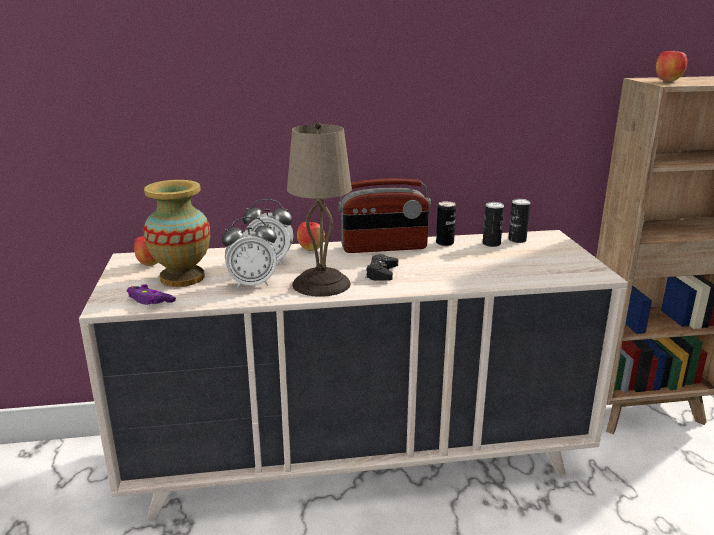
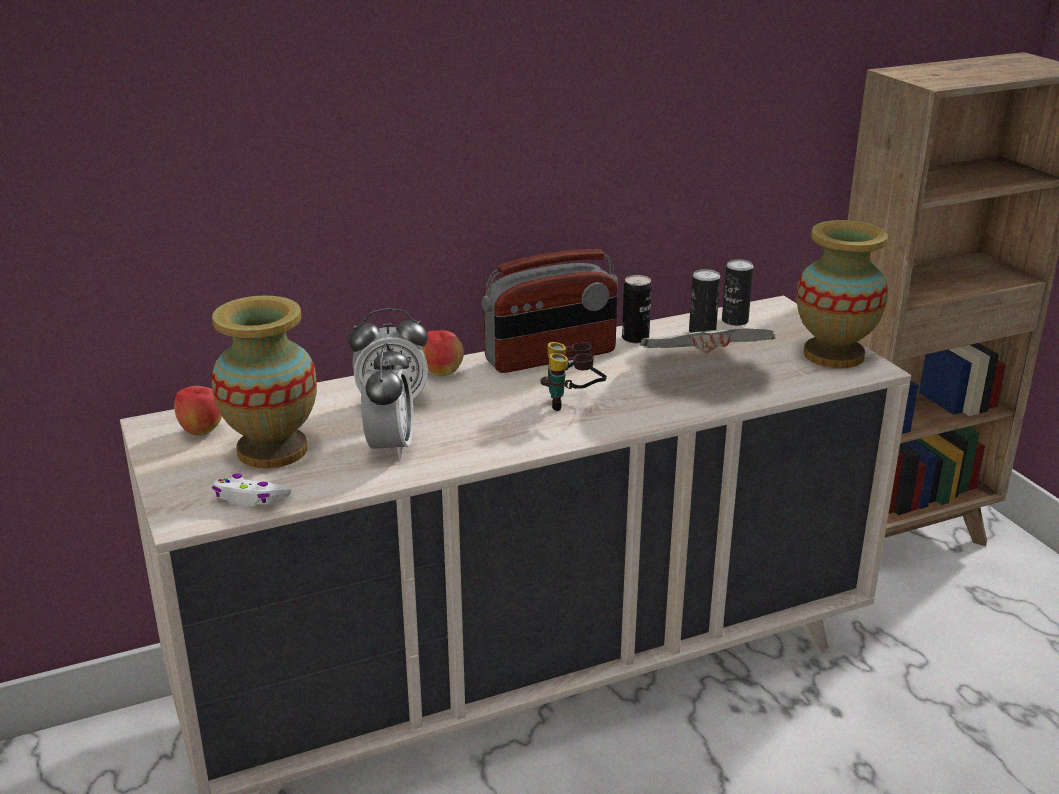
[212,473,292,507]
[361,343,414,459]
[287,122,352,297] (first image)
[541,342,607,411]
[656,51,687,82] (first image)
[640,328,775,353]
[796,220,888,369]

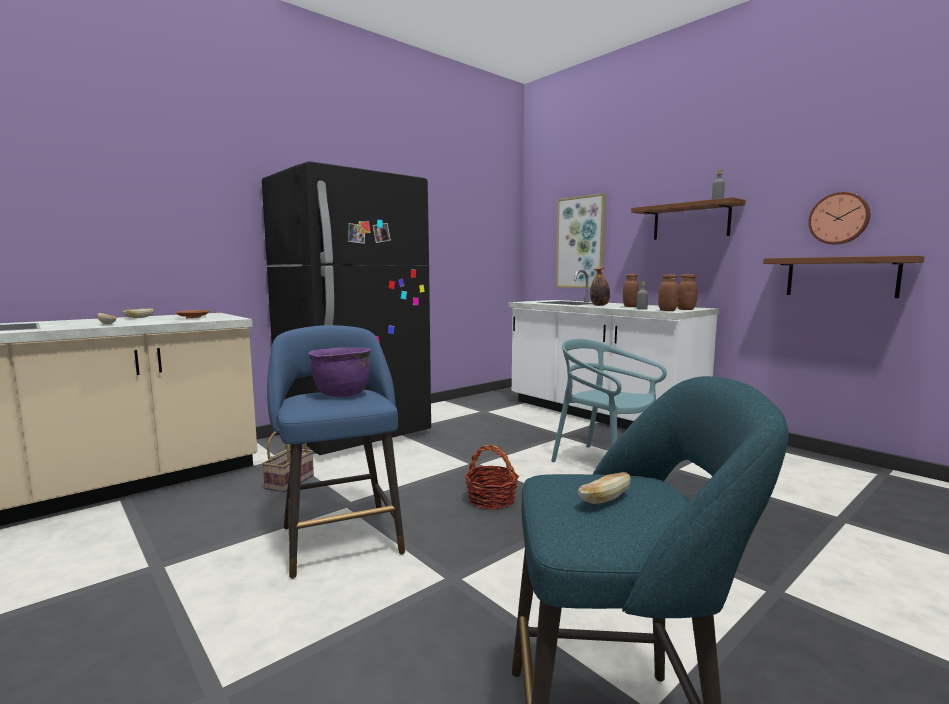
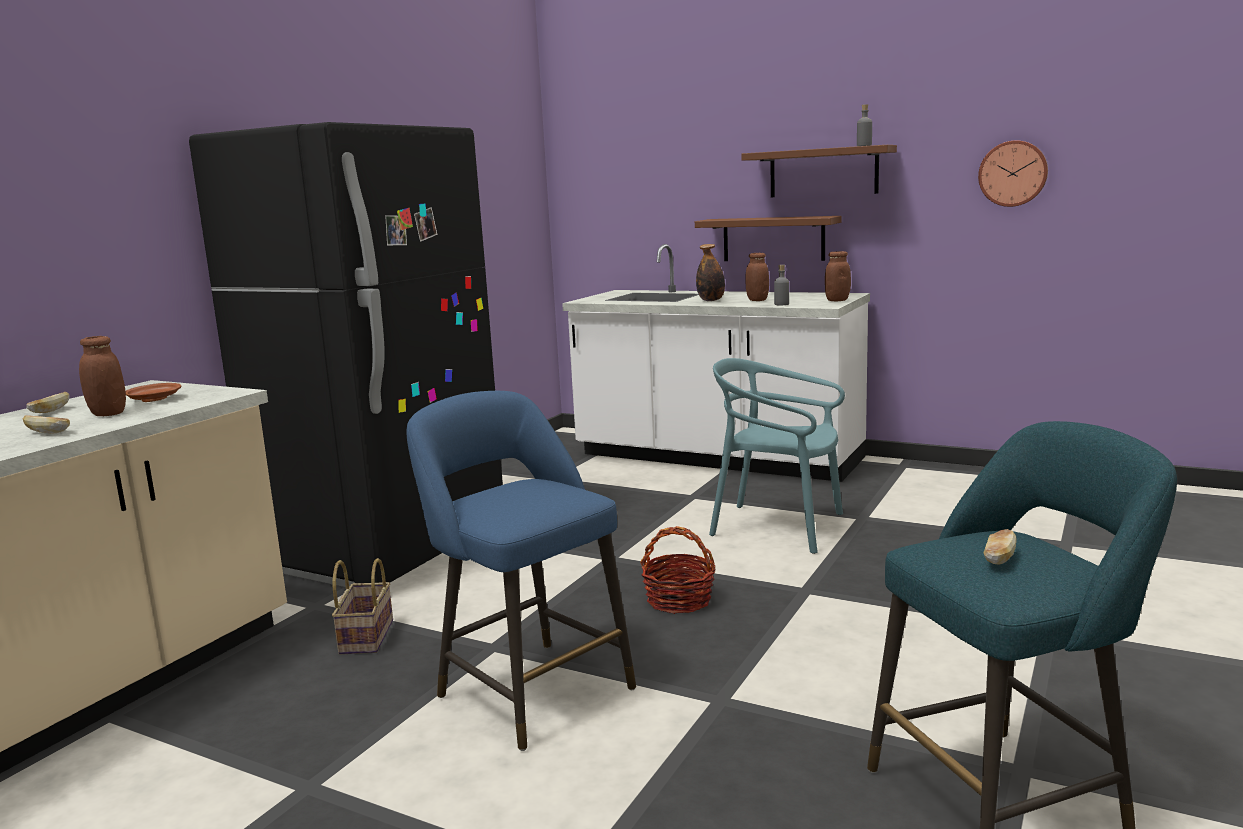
[308,347,371,397] (first image)
[556,193,606,288] (first image)
[79,336,126,416]
[695,216,842,261]

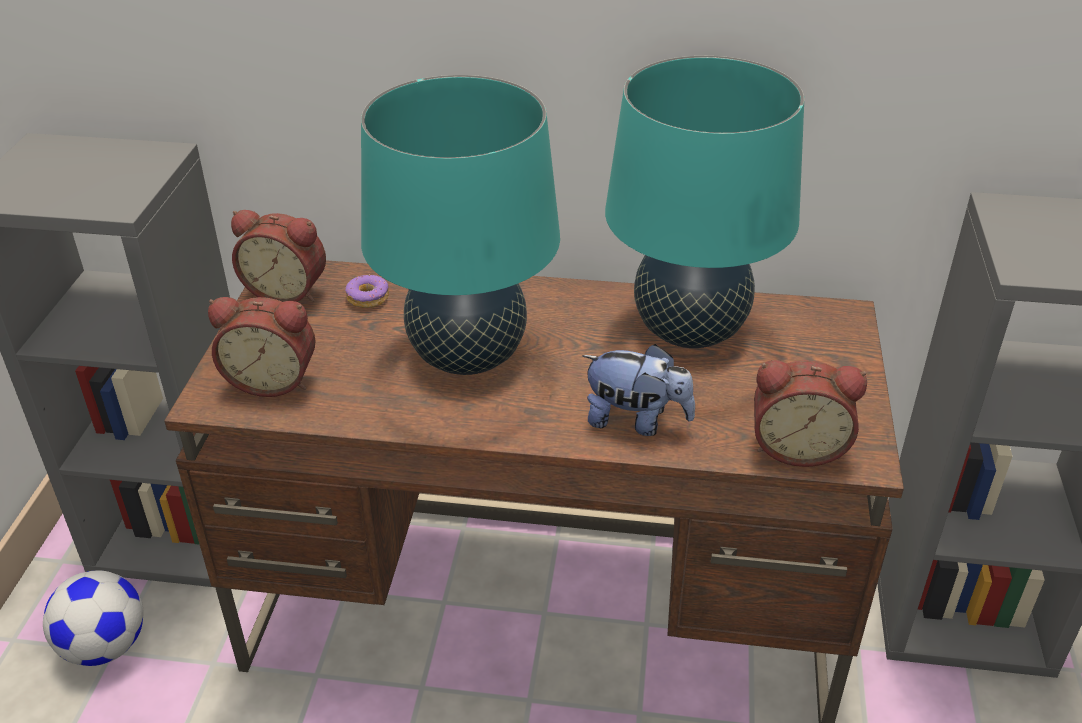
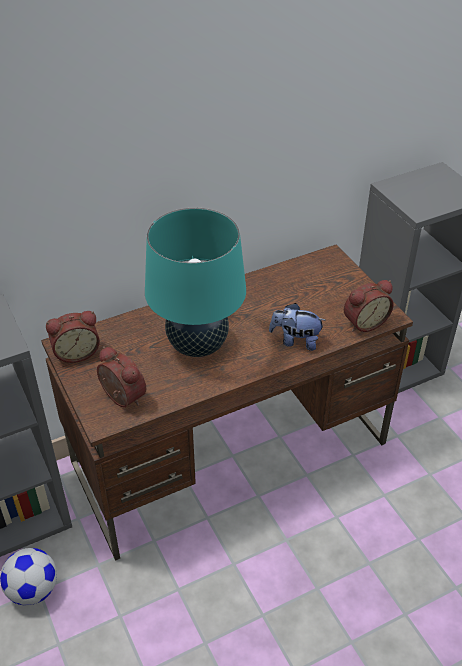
[97,346,146,407]
[345,275,389,308] (first image)
[269,303,325,351]
[605,56,804,348] (first image)

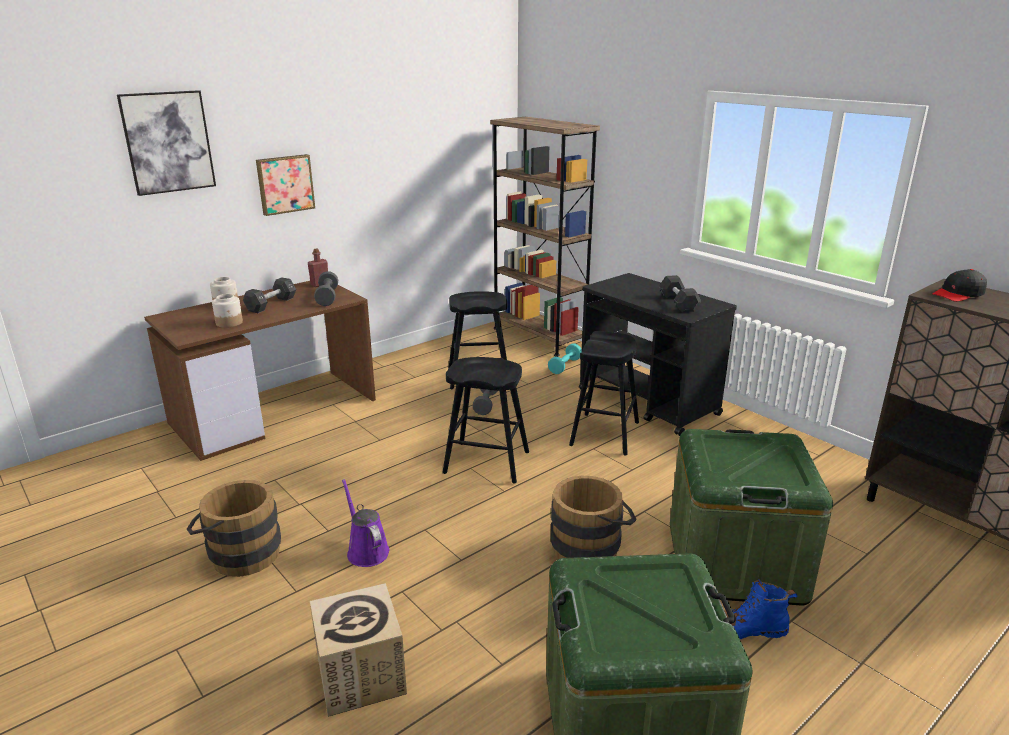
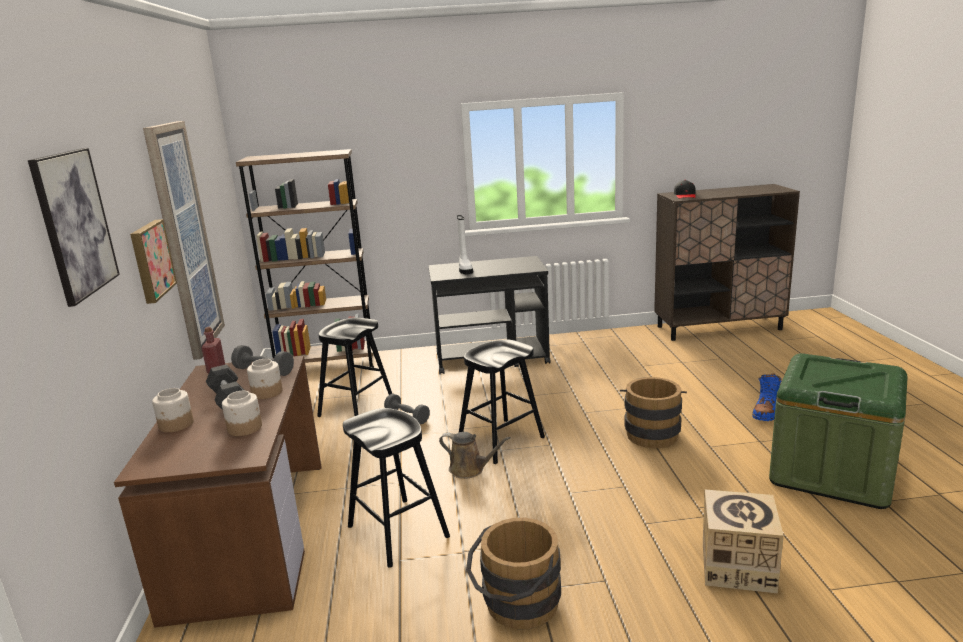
[342,479,389,567] (first image)
[548,344,582,374] (first image)
[343,408,450,568]
[659,275,701,312] (first image)
[670,429,833,606] (first image)
[143,121,225,360]
[247,359,283,399]
[439,432,511,479]
[457,215,473,274]

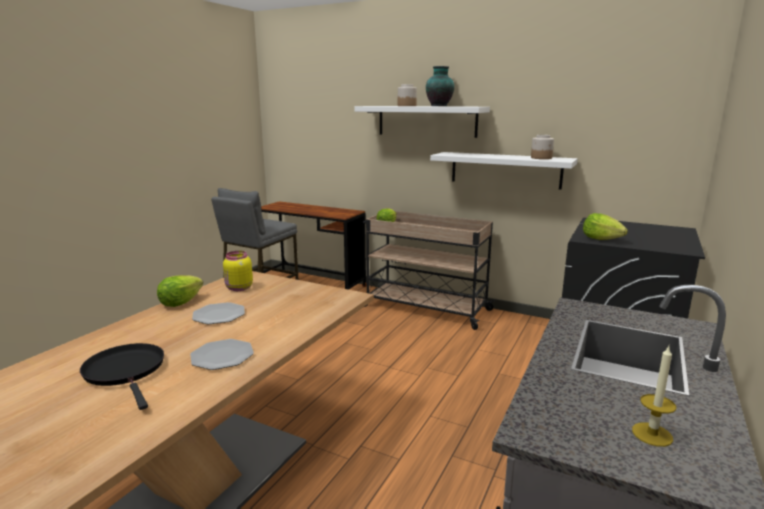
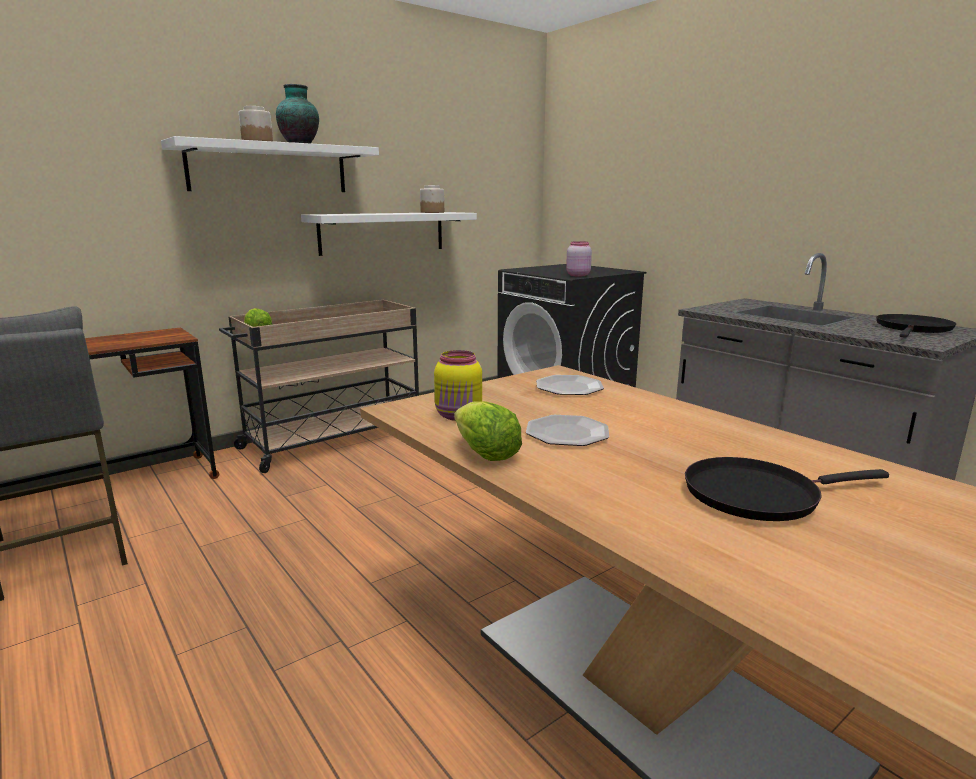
[536,375,604,395]
[566,241,592,276]
[876,314,956,338]

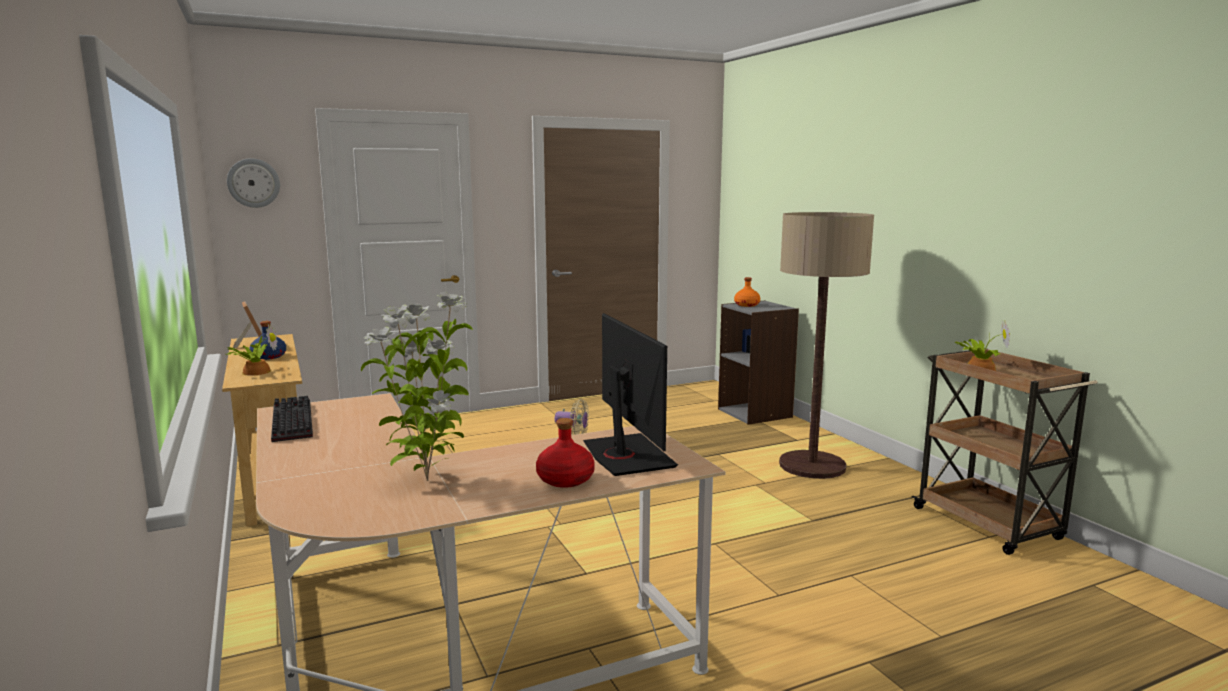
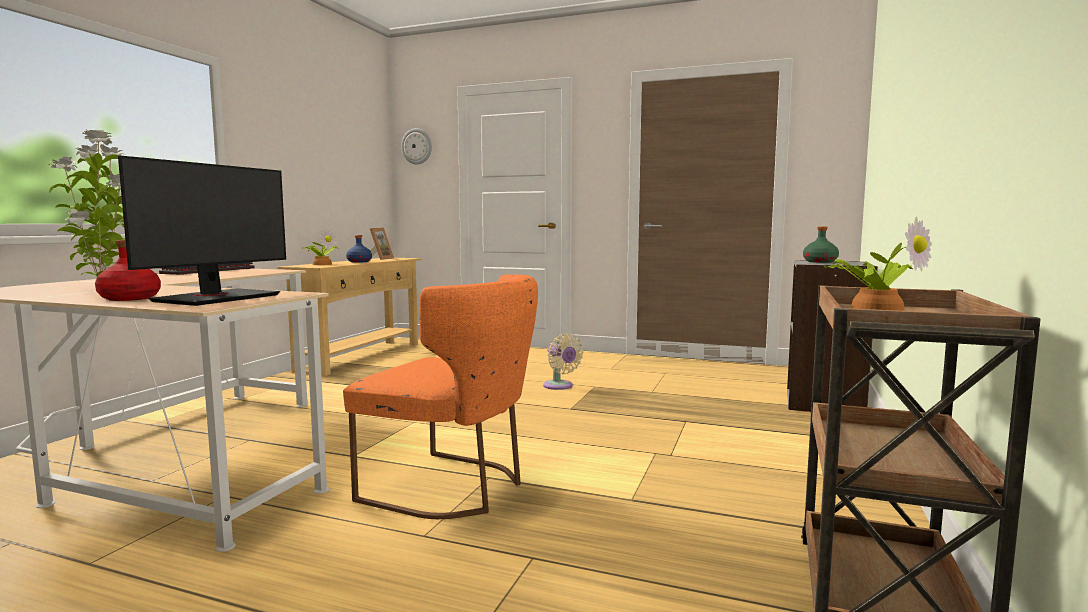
[803,226,839,263]
[779,212,874,479] (first image)
[343,274,538,519]

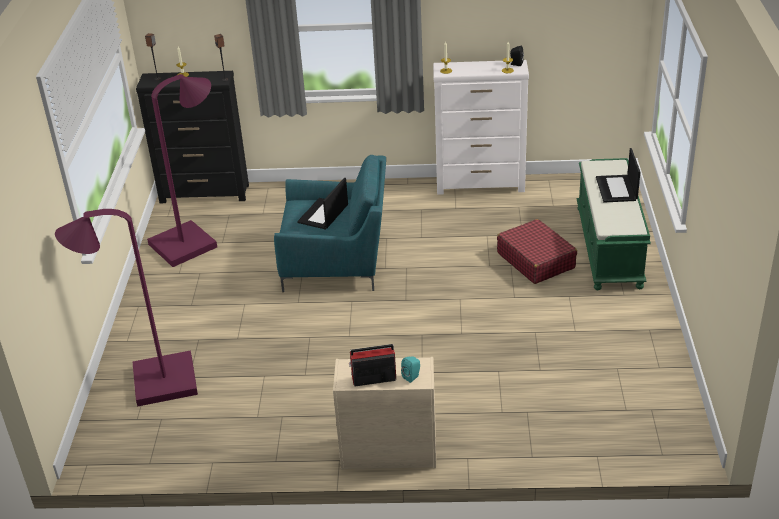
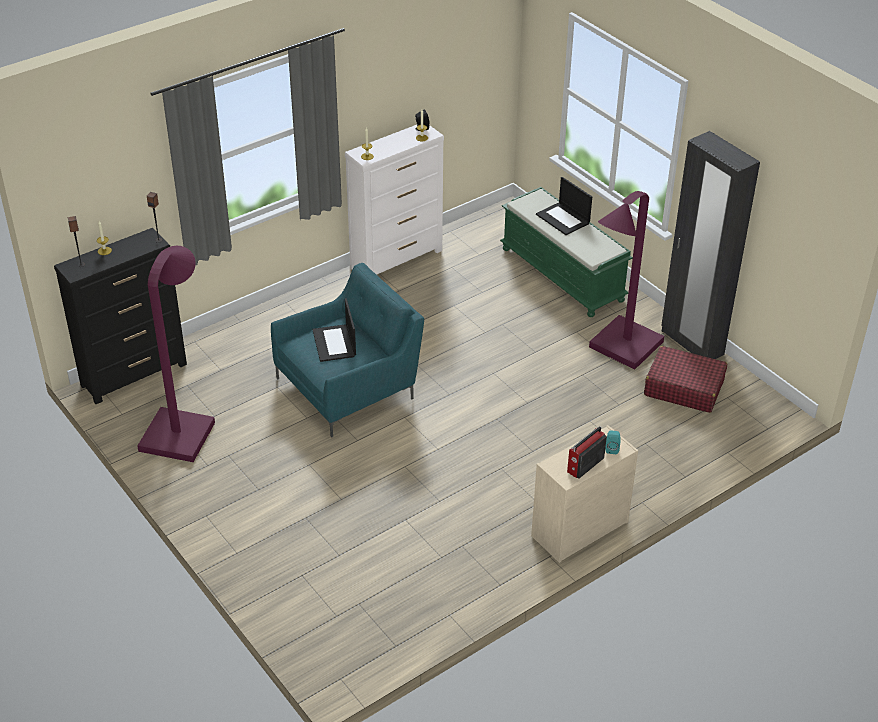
[589,191,664,370]
[644,346,727,413]
[661,131,760,359]

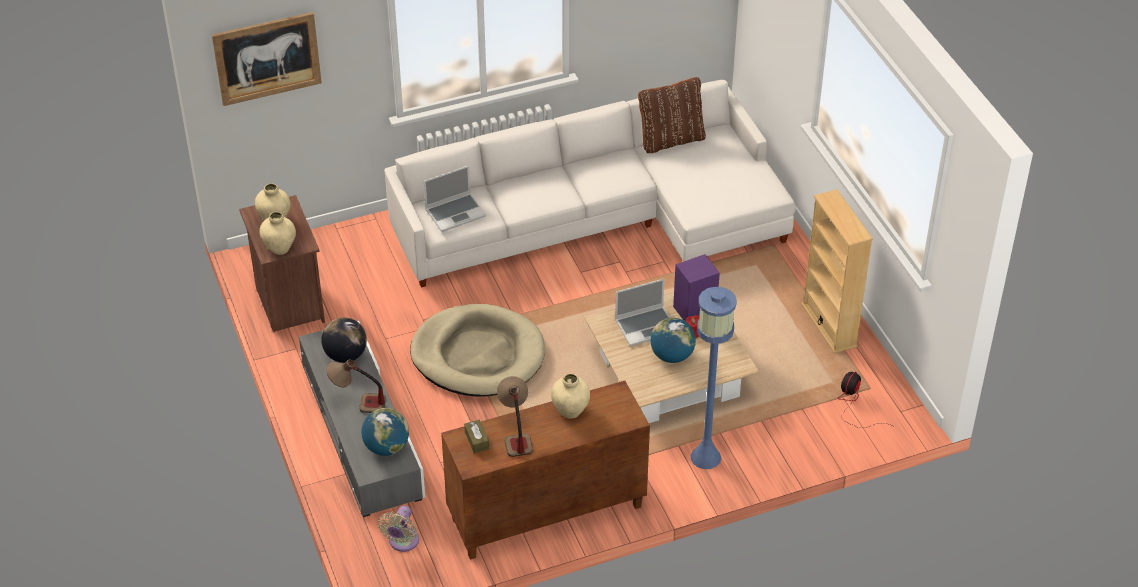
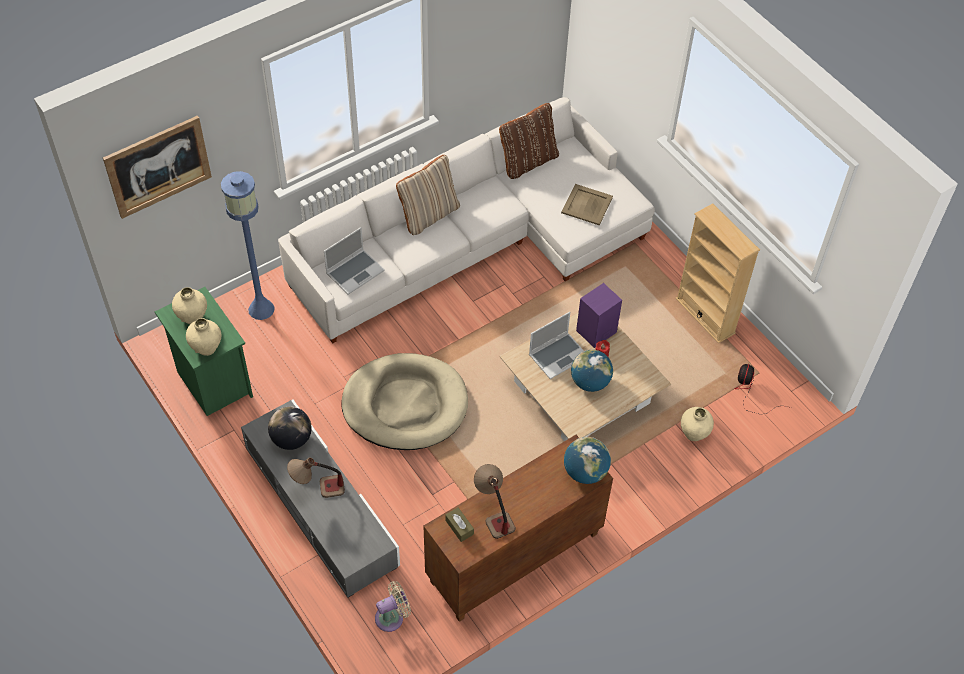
[155,287,253,416]
[564,437,611,484]
[375,581,411,632]
[681,407,714,441]
[221,171,275,320]
[396,155,460,235]
[561,184,613,225]

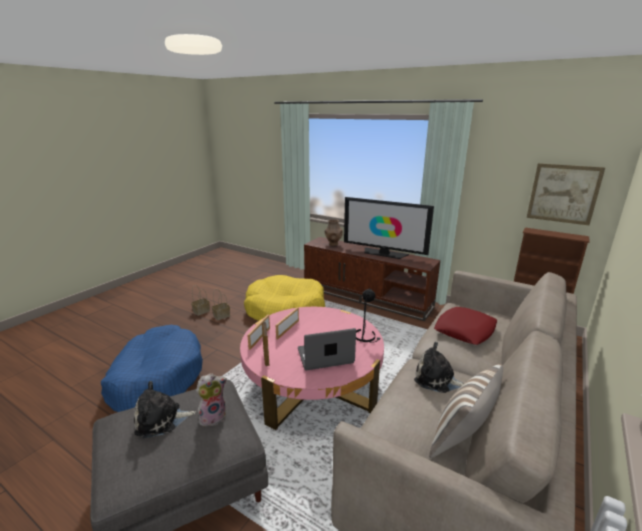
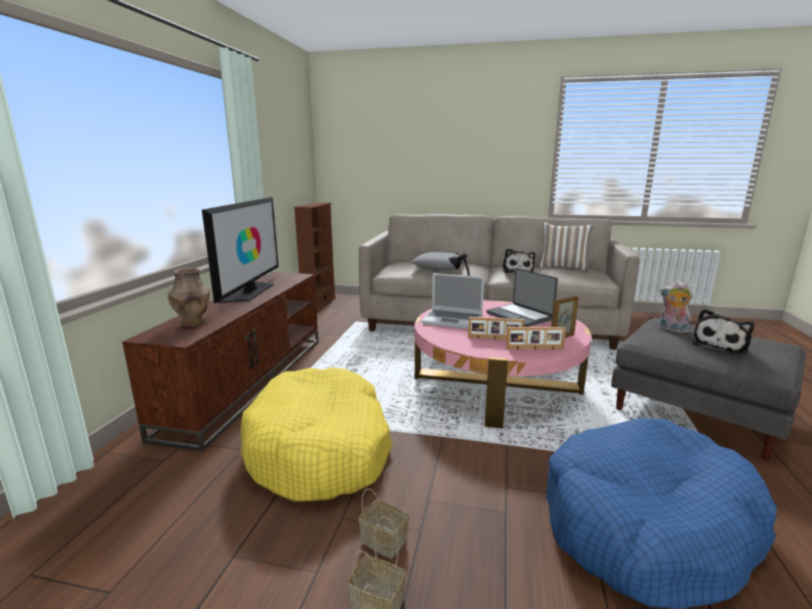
[693,309,754,354]
[411,252,469,270]
[527,163,605,225] (first image)
[421,273,484,329]

